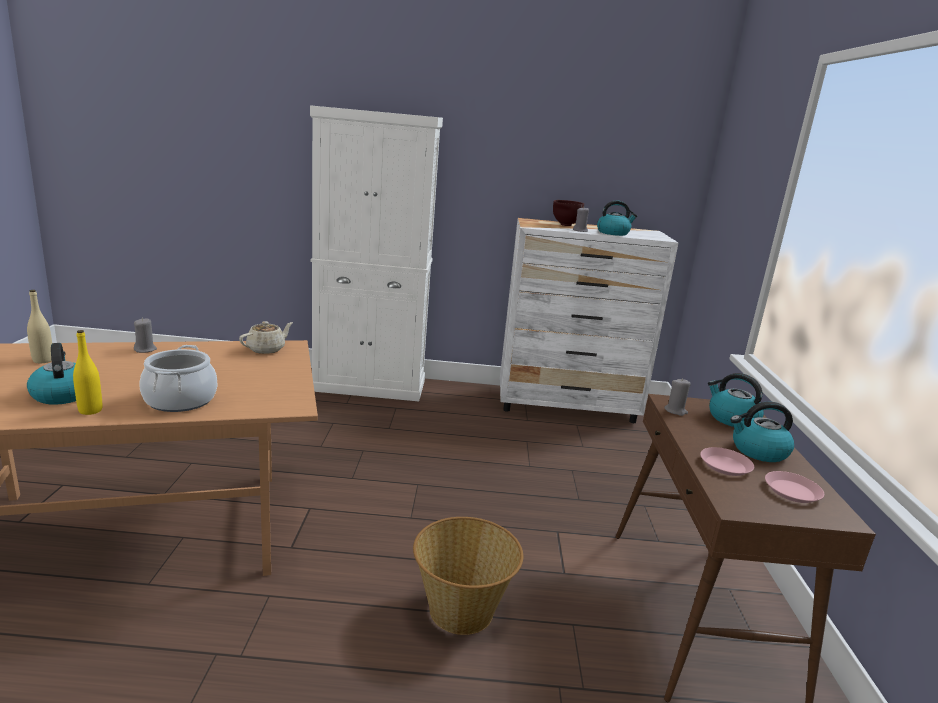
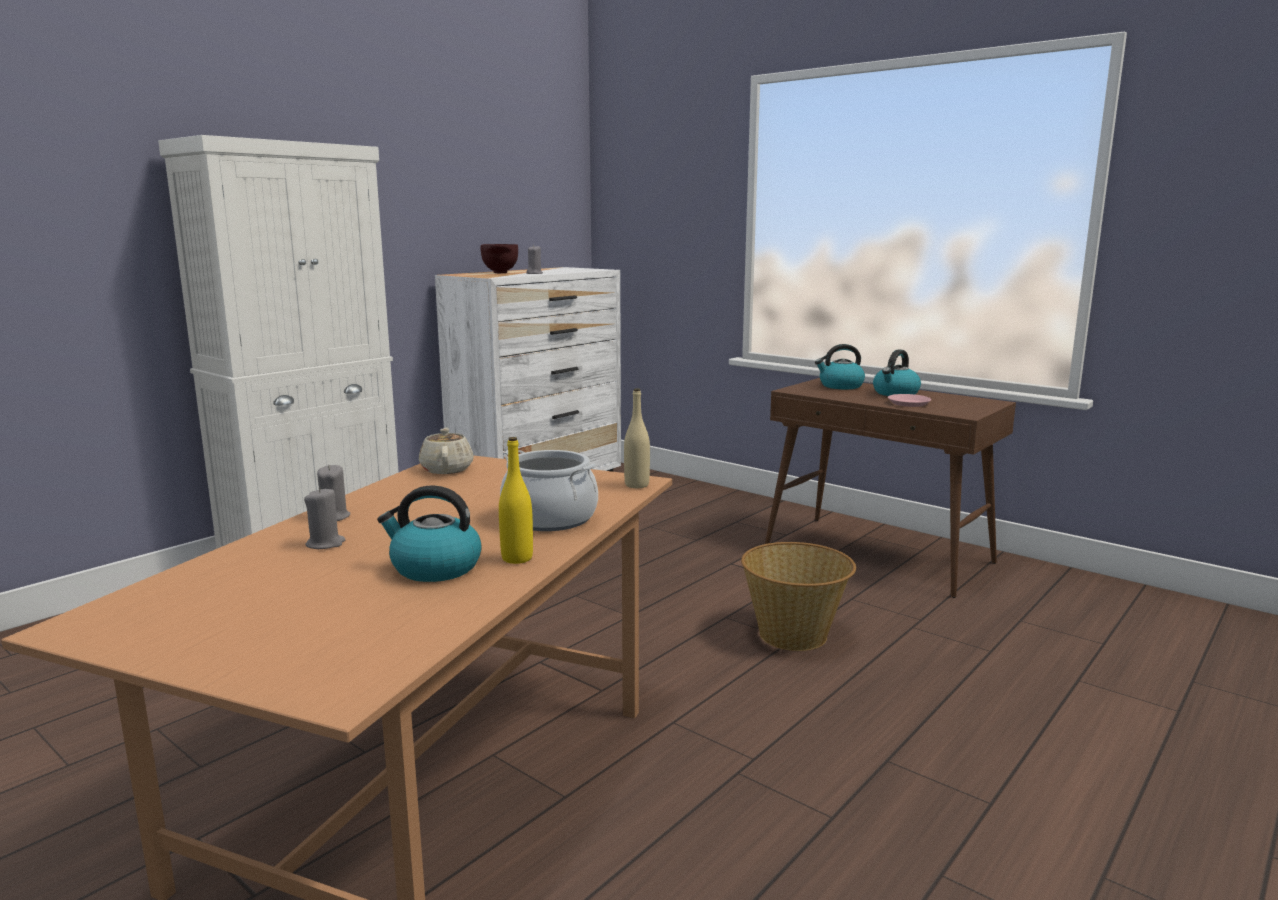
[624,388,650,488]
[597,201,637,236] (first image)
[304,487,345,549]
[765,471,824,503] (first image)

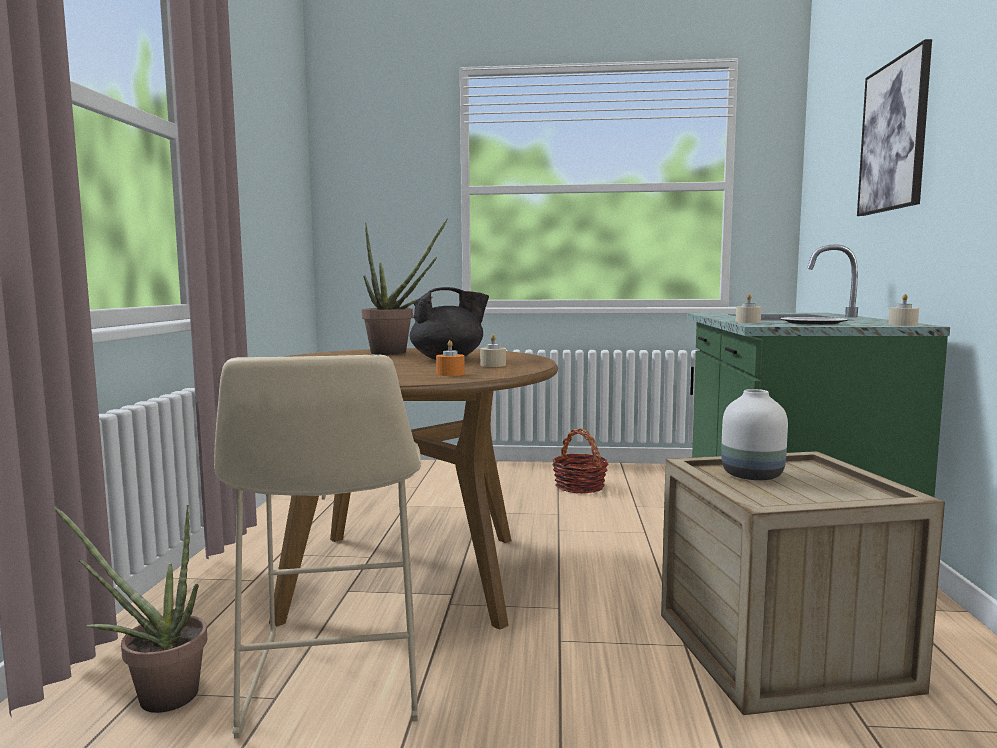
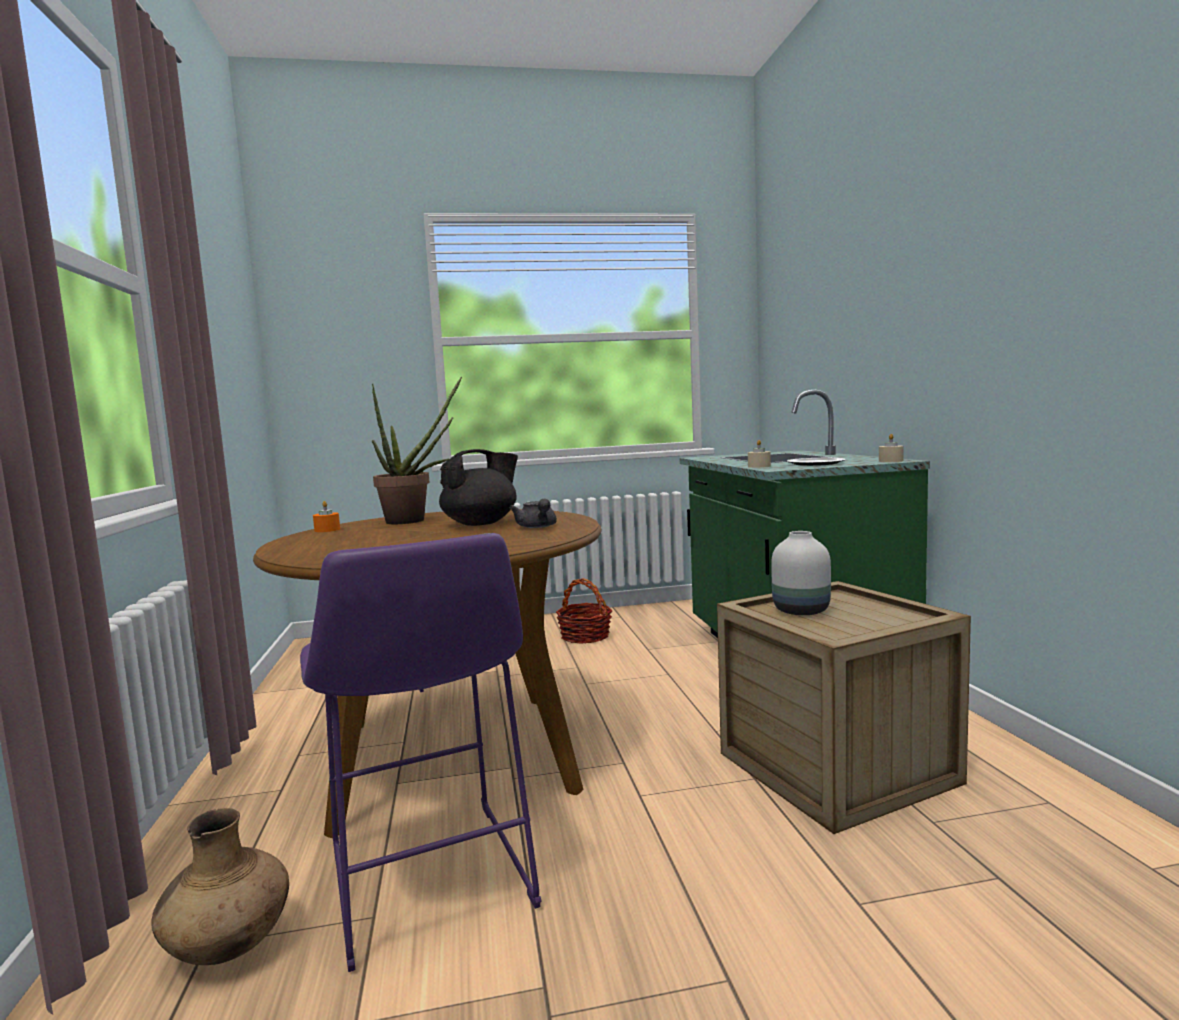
[152,808,289,965]
[300,533,541,972]
[313,501,340,532]
[509,499,557,528]
[857,39,932,216] (first image)

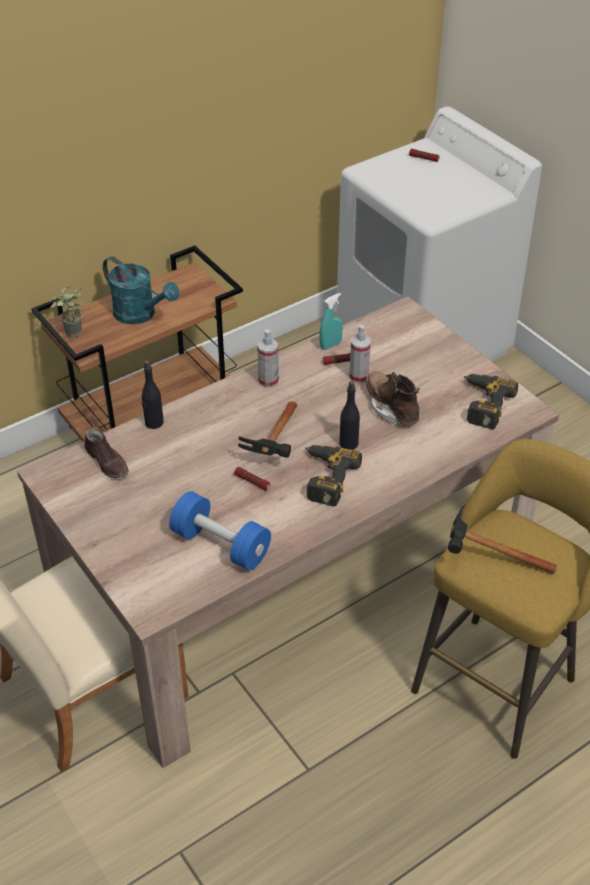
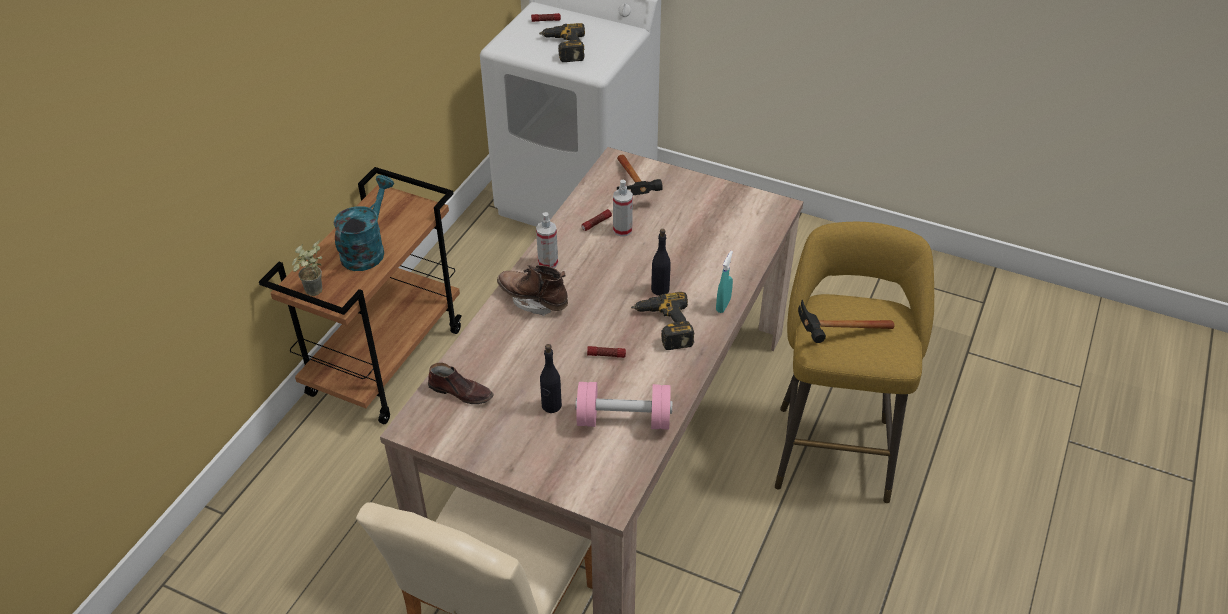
[333,175,394,271]
[540,344,562,413]
[576,382,672,430]
[617,155,663,195]
[716,251,733,313]
[497,265,568,316]
[539,23,585,62]

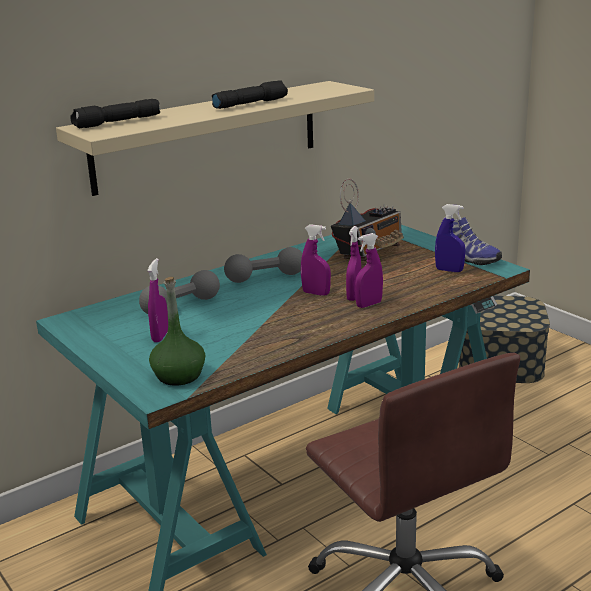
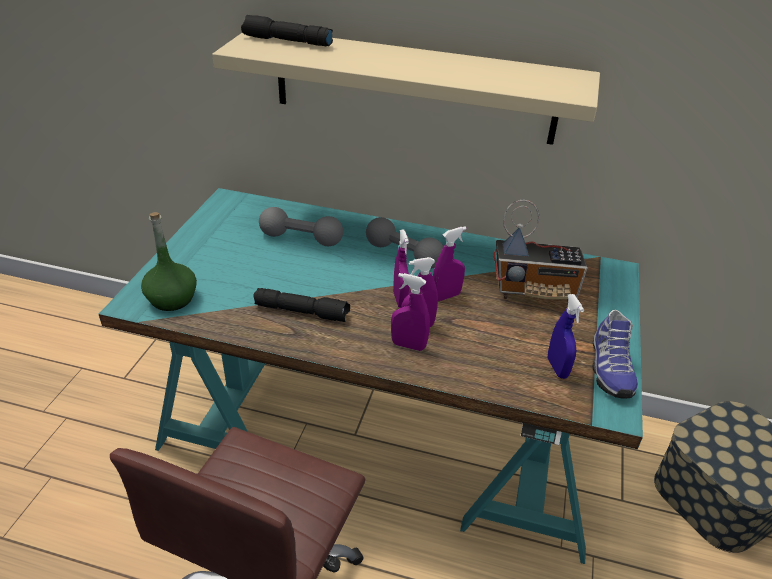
[433,226,467,301]
[253,288,350,322]

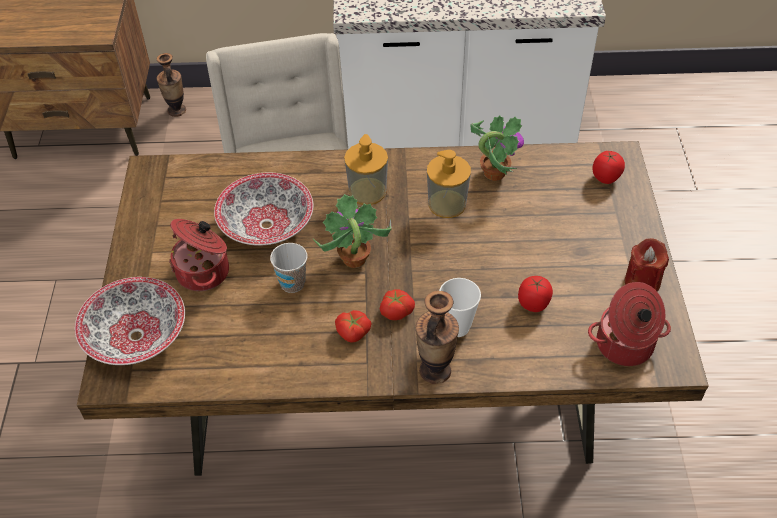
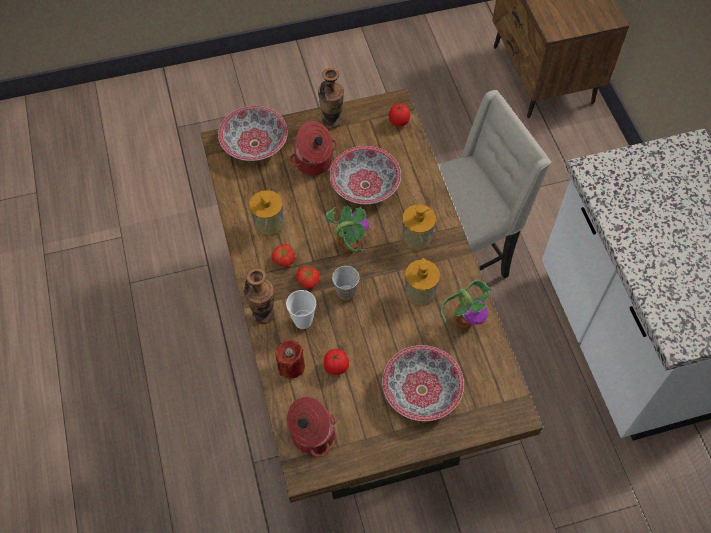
[318,68,344,129]
[332,266,360,300]
[389,103,410,127]
[276,339,305,379]
[249,190,283,236]
[382,345,464,421]

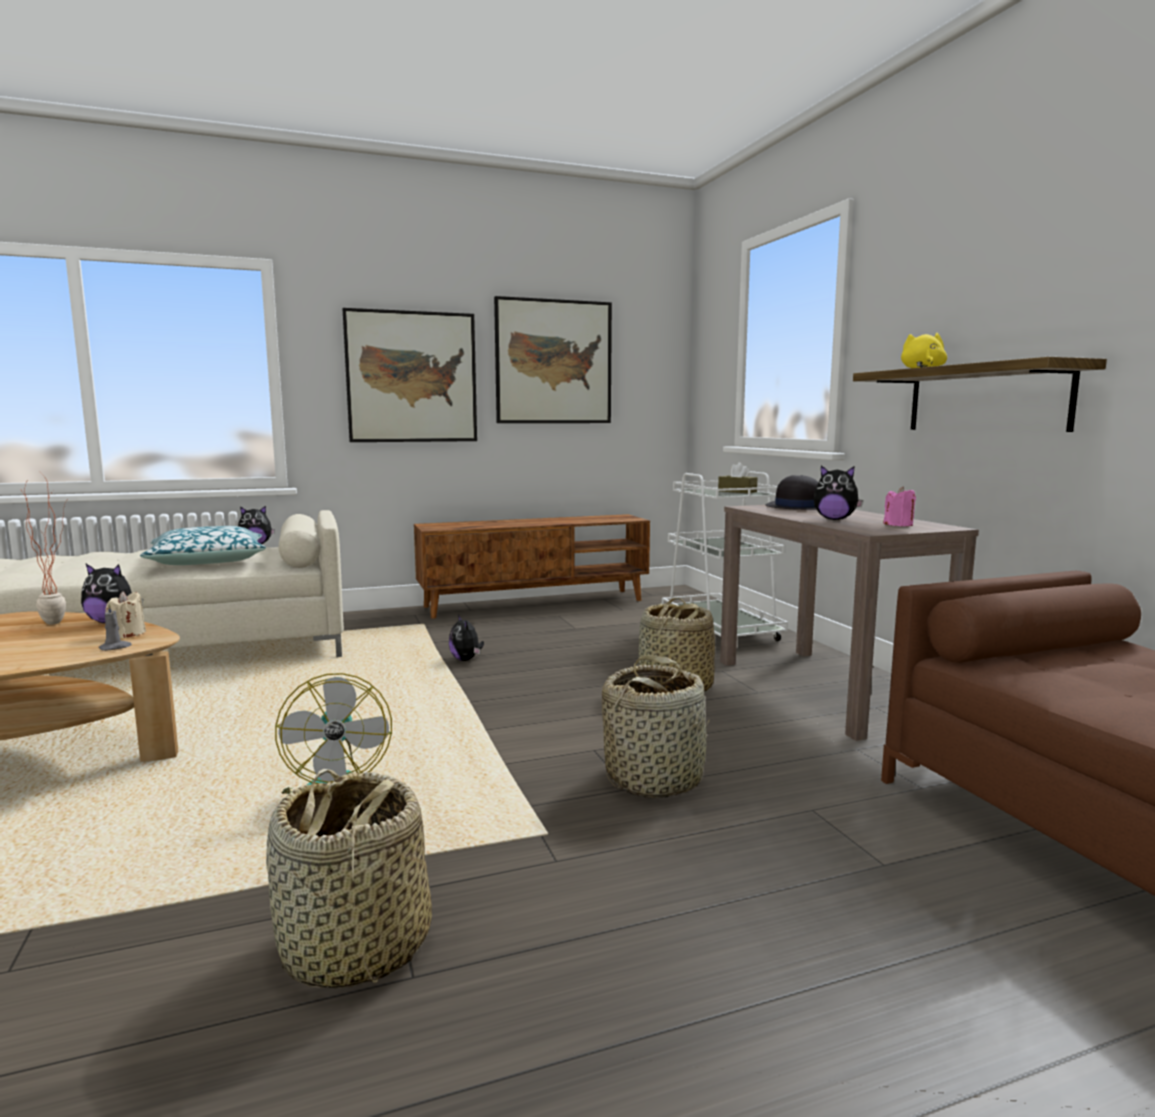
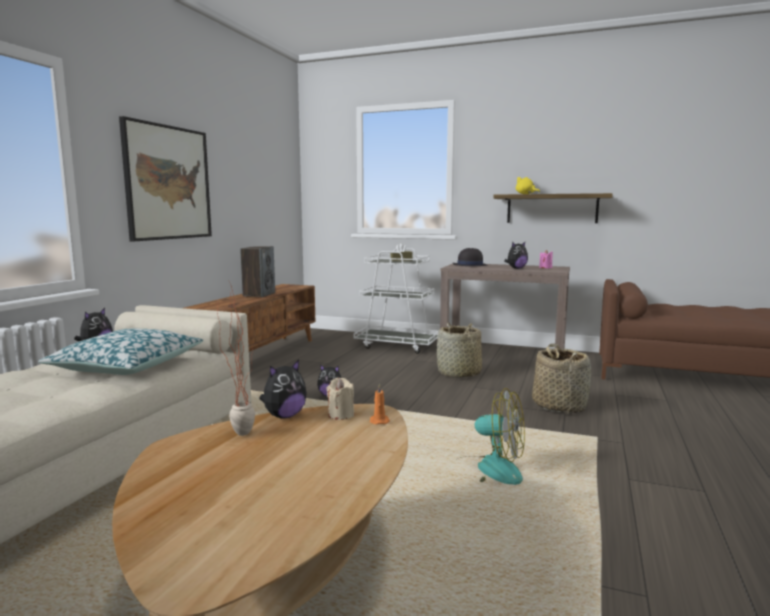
[370,383,390,425]
[266,769,432,989] (first image)
[494,296,612,423] (first image)
[240,246,275,297]

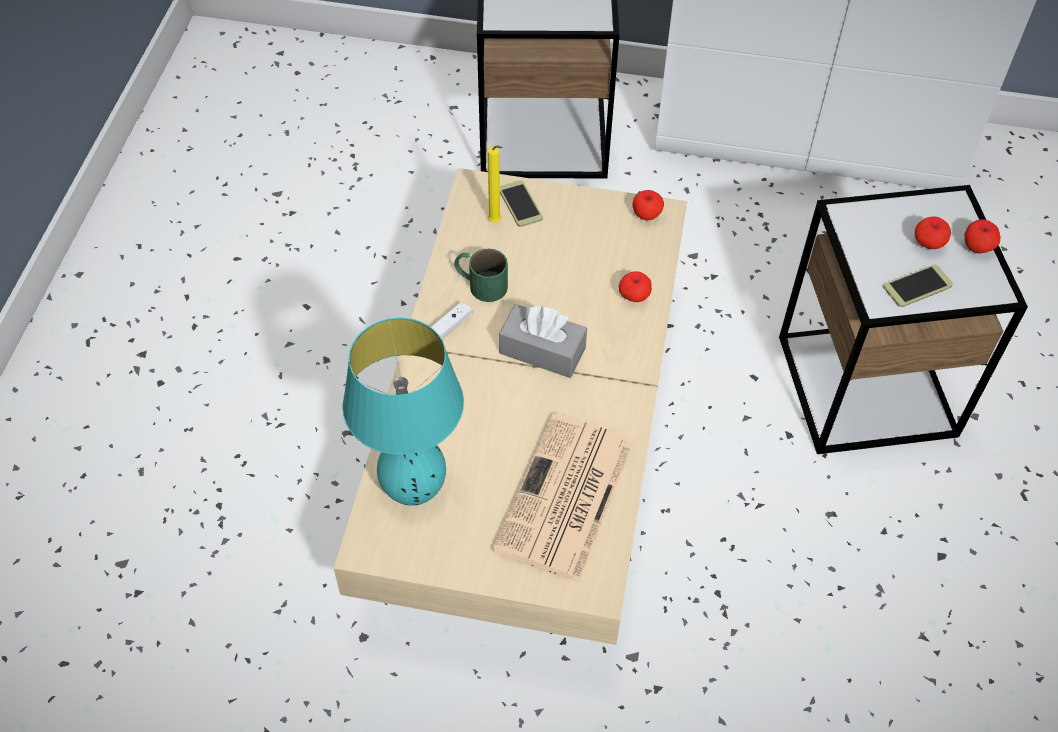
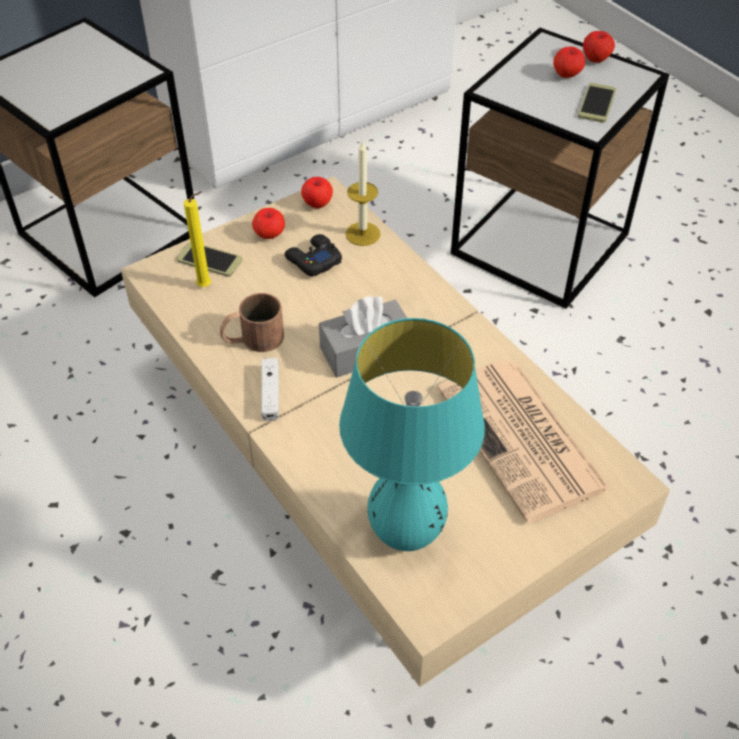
[220,293,284,352]
[252,208,285,239]
[284,234,342,276]
[346,140,381,246]

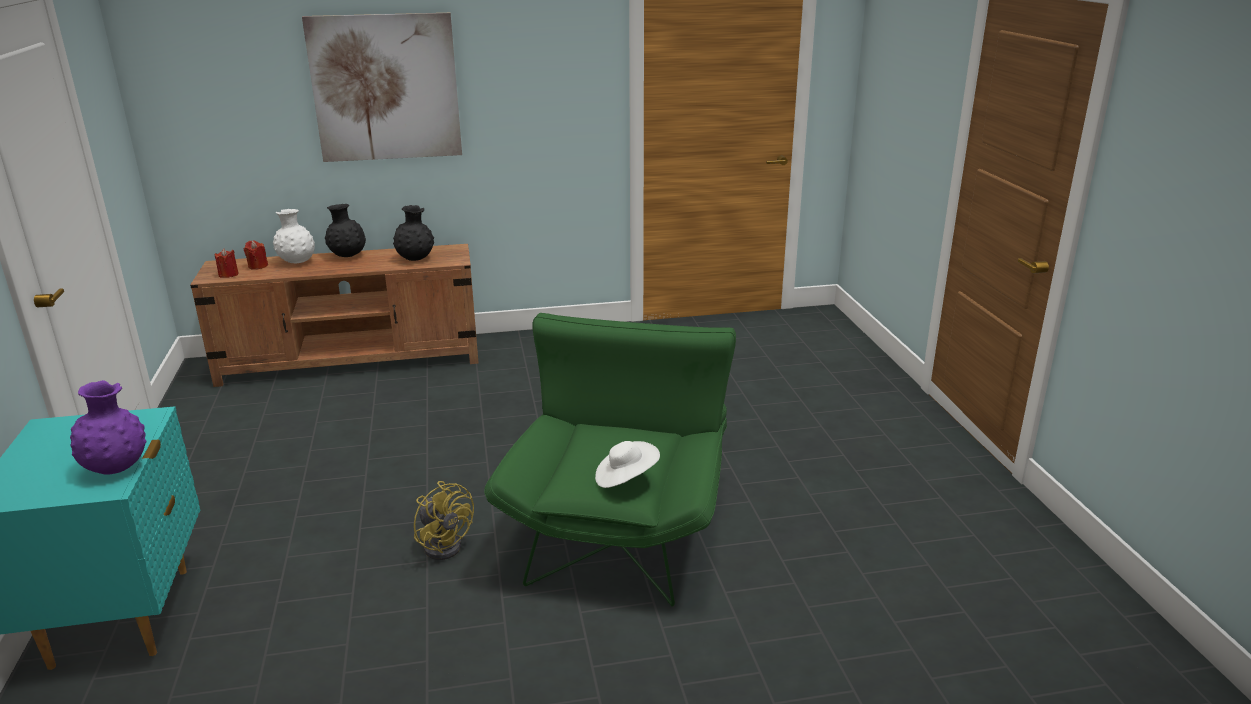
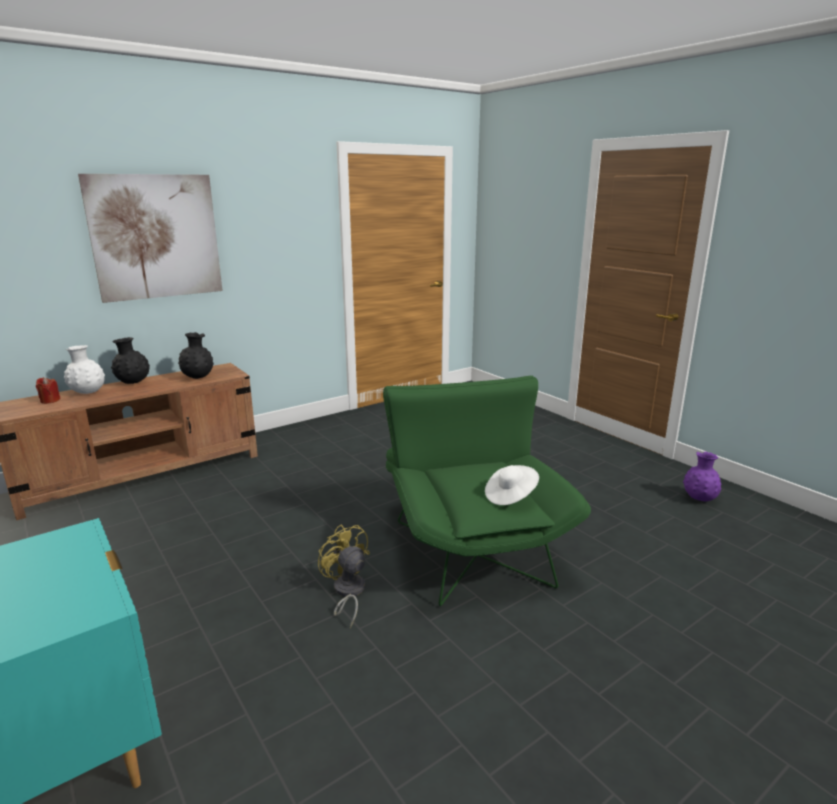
[683,452,721,501]
[215,248,239,278] (first image)
[318,524,370,628]

